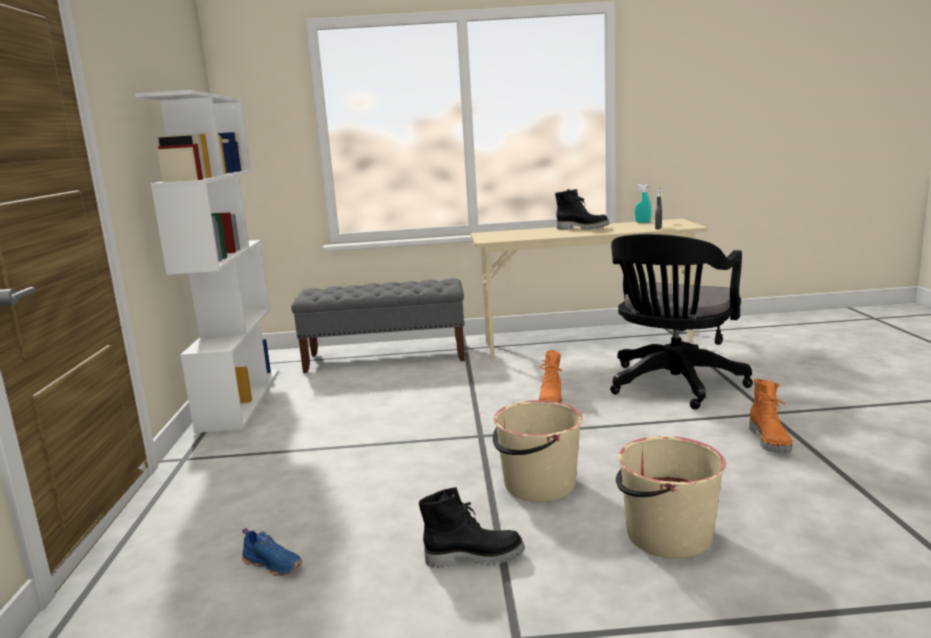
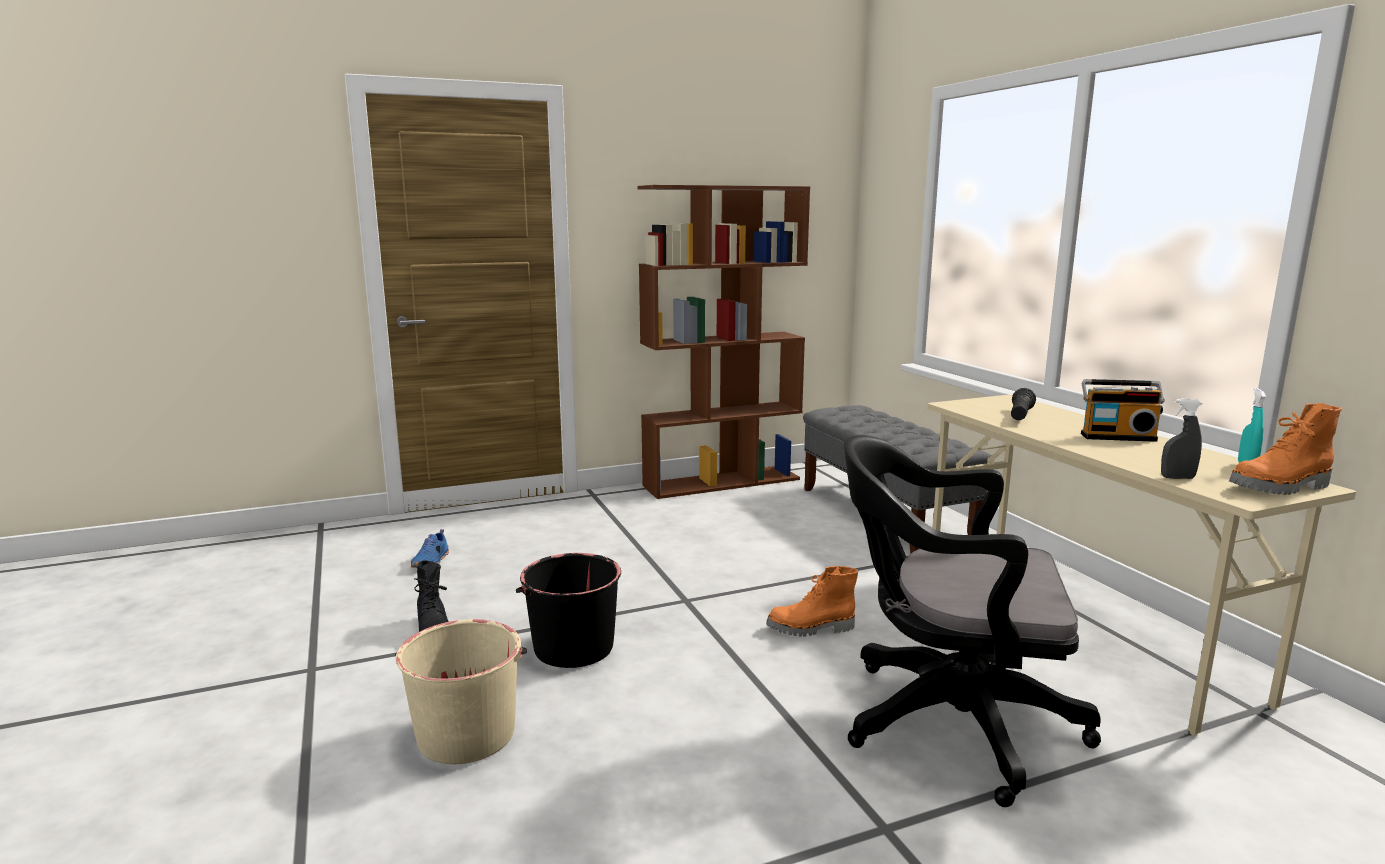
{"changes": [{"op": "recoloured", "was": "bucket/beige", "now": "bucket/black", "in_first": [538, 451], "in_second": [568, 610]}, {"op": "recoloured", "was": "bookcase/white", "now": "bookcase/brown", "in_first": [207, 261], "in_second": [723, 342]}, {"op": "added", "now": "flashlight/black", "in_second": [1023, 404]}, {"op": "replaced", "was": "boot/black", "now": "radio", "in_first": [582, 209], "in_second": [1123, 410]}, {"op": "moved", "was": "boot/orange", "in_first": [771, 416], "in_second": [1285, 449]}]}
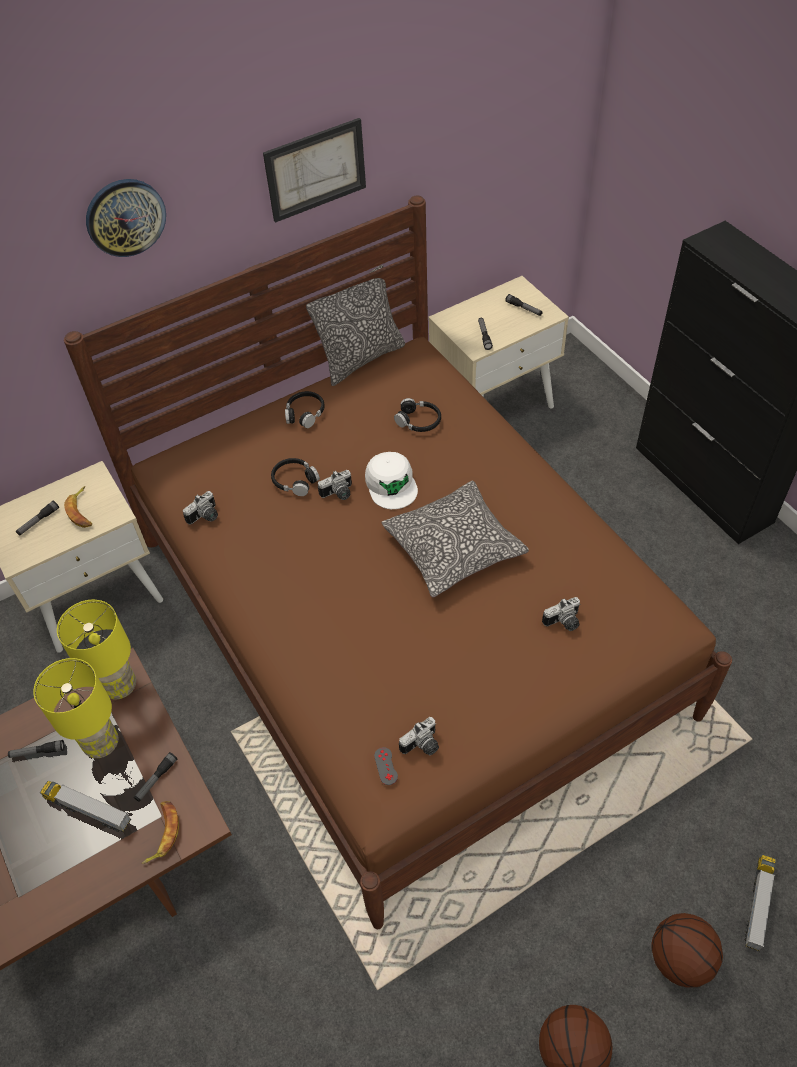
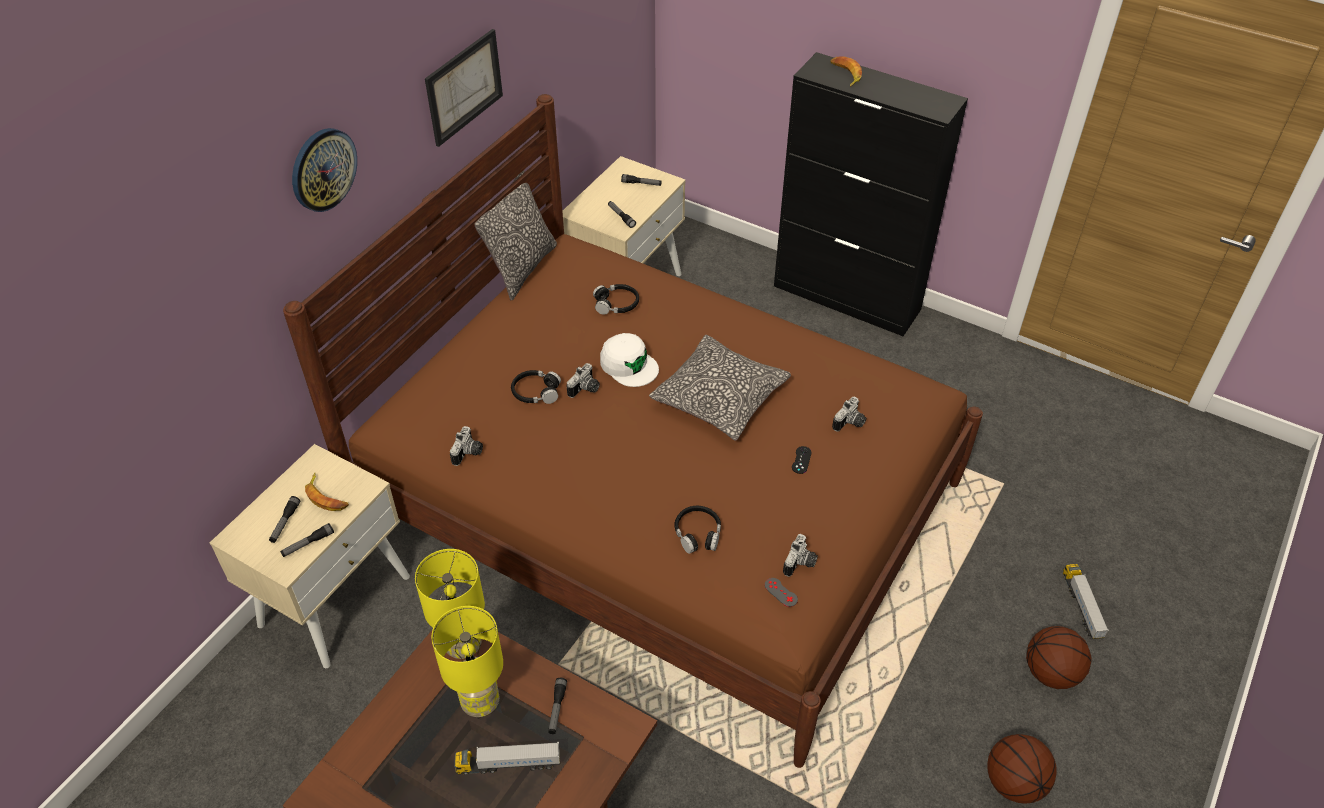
{"changes": [{"op": "moved", "was": "flashlight", "in_first": [36, 749], "in_second": [307, 540]}, {"op": "moved", "was": "headphones/black", "in_first": [305, 409], "in_second": [697, 530]}, {"op": "added", "now": "game controller/black", "in_second": [802, 460]}, {"op": "moved", "was": "banana", "in_first": [160, 832], "in_second": [846, 71]}]}
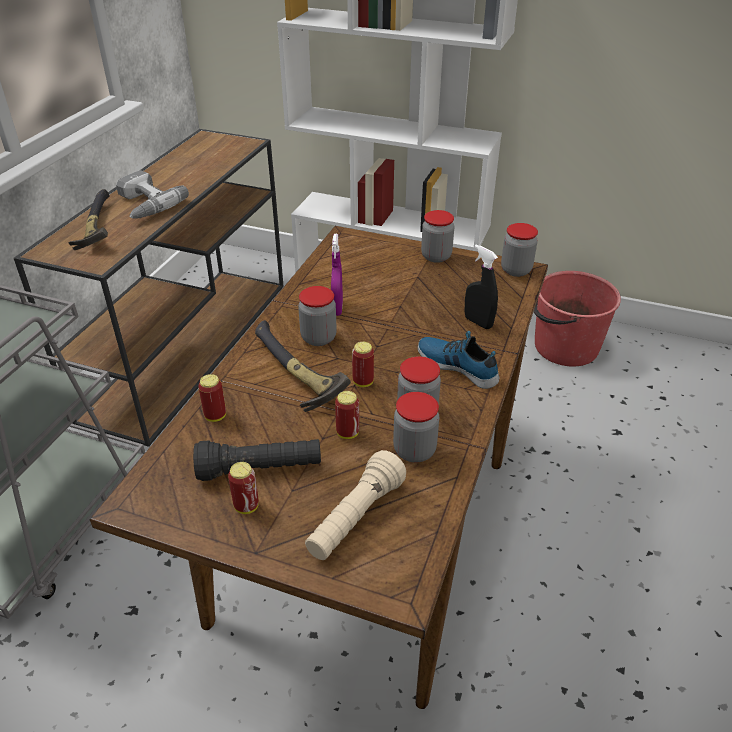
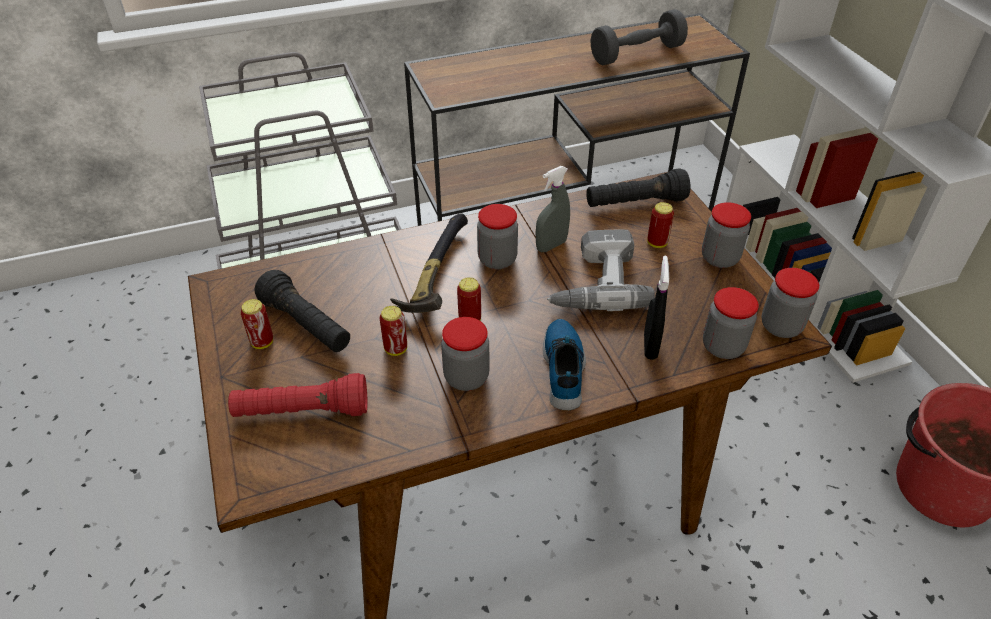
{"changes": [{"op": "recoloured", "was": "flashlight/beige", "now": "flashlight/red", "in_first": [355, 505], "in_second": [297, 395]}, {"op": "recoloured", "was": "spray bottle/purple", "now": "spray bottle/grey", "in_first": [337, 275], "in_second": [553, 209]}, {"op": "moved", "was": "power drill", "in_first": [152, 194], "in_second": [601, 270]}, {"op": "added", "now": "flashlight/black", "in_second": [638, 187]}, {"op": "added", "now": "dumbbell/grey", "in_second": [639, 37]}, {"op": "moved", "was": "can", "in_first": [212, 398], "in_second": [660, 225]}, {"op": "moved", "was": "jar", "in_first": [416, 427], "in_second": [731, 323]}, {"op": "removed", "was": "hammer", "in_first": [89, 219]}]}
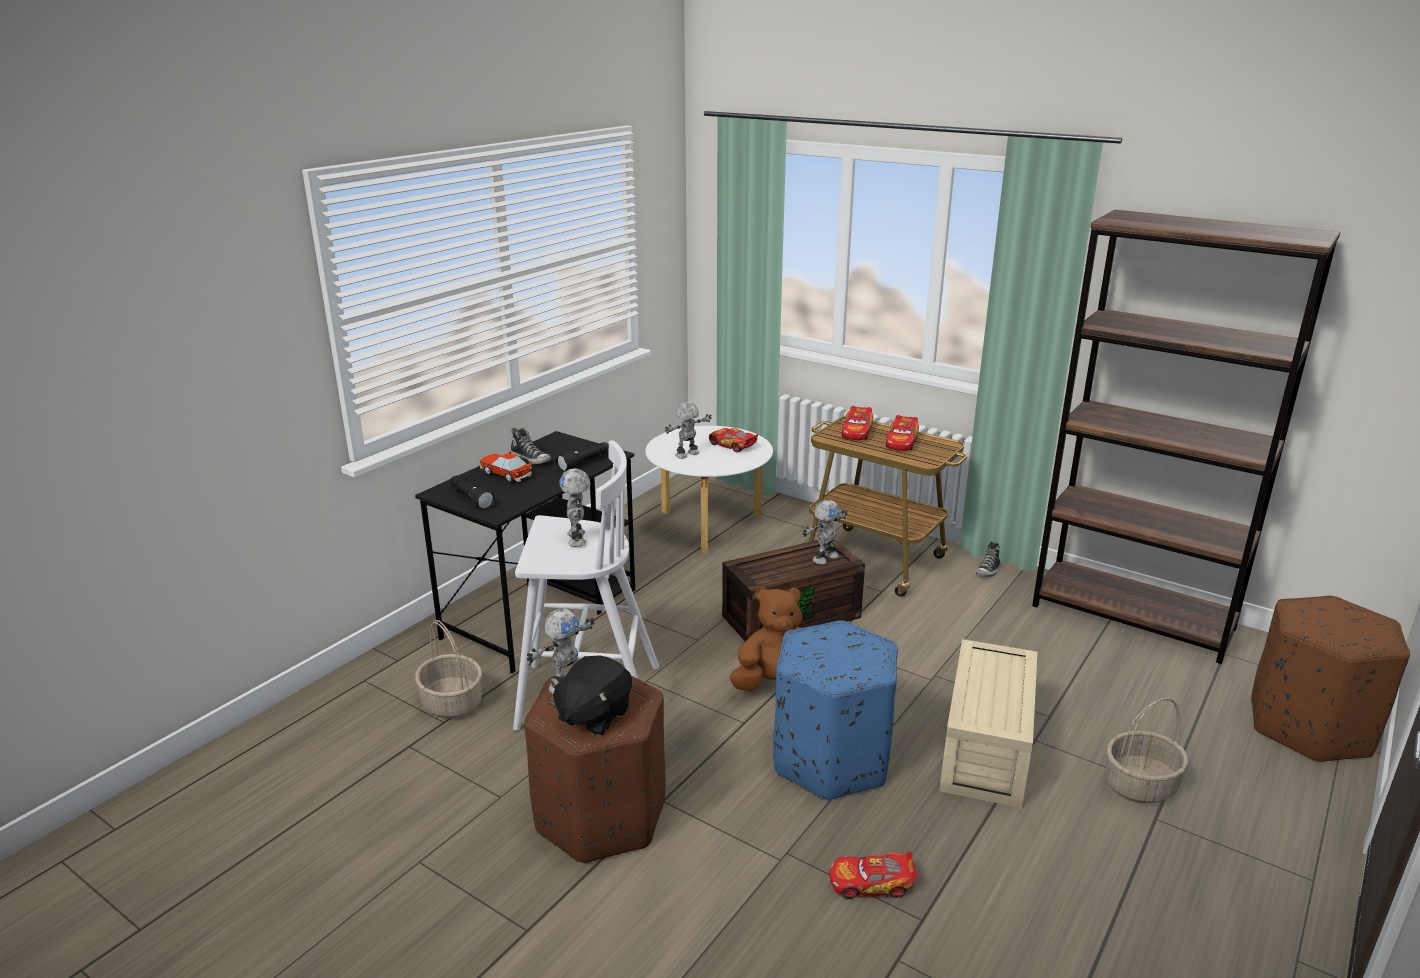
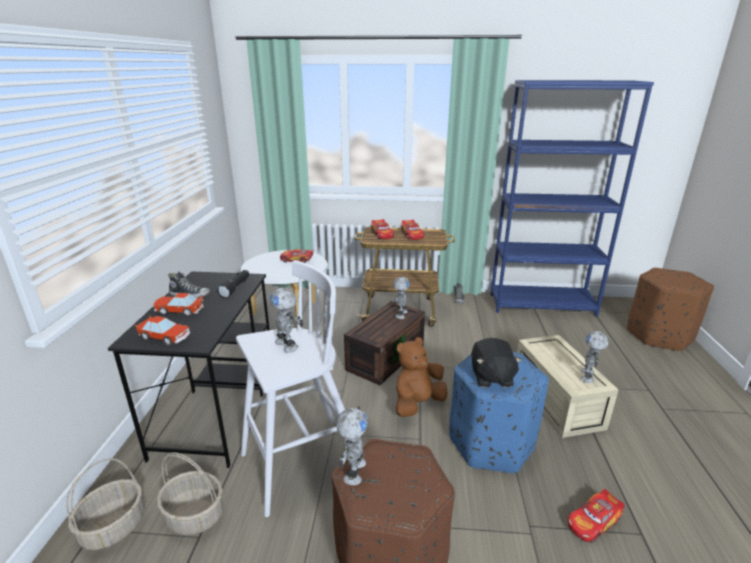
{"changes": [{"op": "moved", "was": "basket", "in_first": [1146, 750], "in_second": [105, 504]}, {"op": "replaced", "was": "flashlight/black", "now": "toy car", "in_first": [472, 493], "in_second": [162, 330]}, {"op": "moved", "was": "plush toy/black", "in_first": [591, 696], "in_second": [496, 362]}, {"op": "recoloured", "was": "bookcase/brown", "now": "bookcase/blue", "in_first": [1186, 437], "in_second": [572, 198]}, {"op": "moved", "was": "toy robot", "in_first": [688, 430], "in_second": [595, 357]}]}
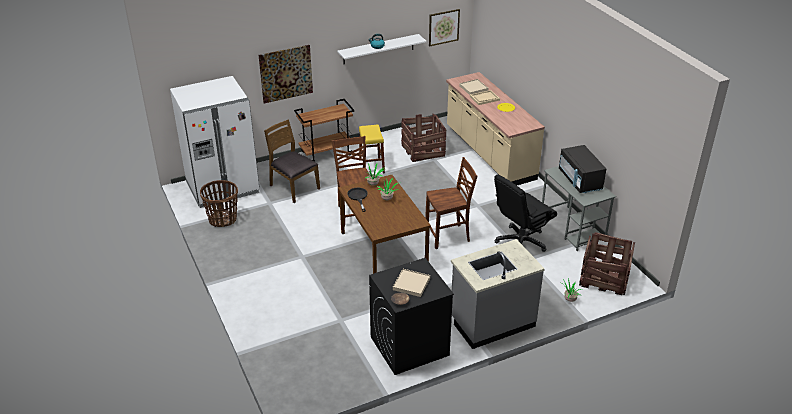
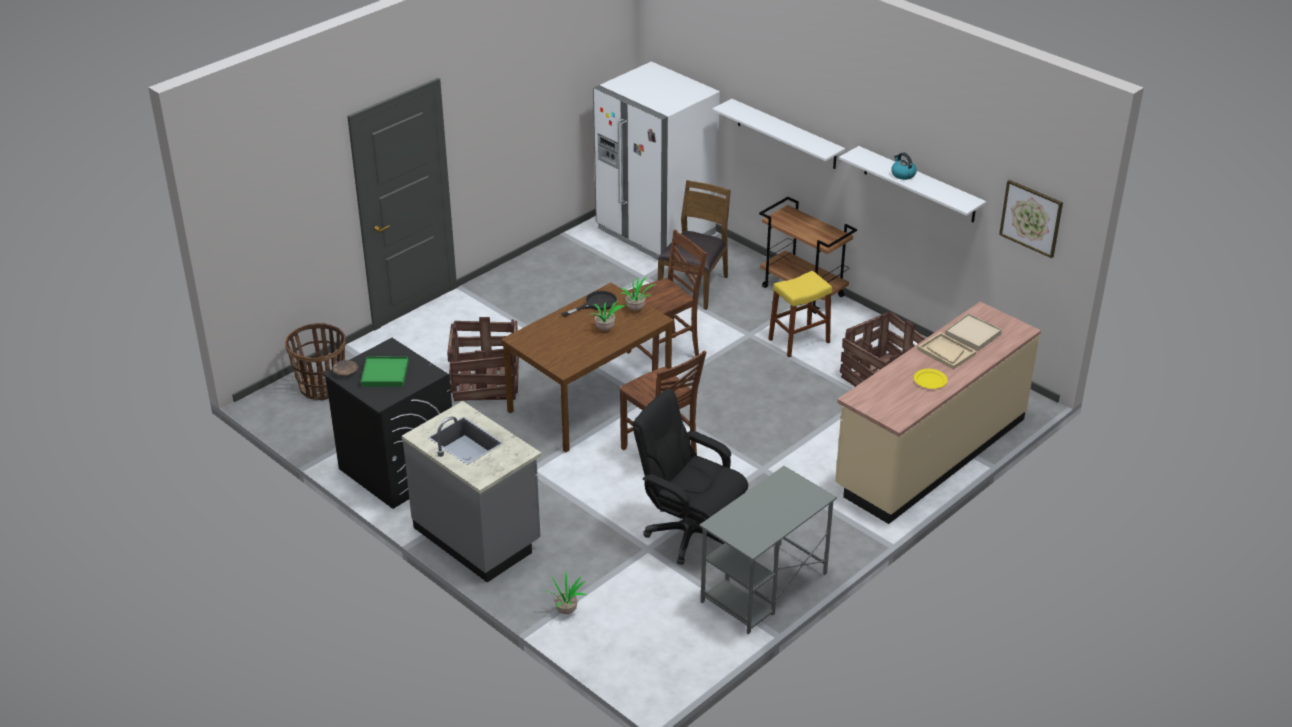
{"changes": [{"op": "moved", "was": "basket", "in_first": [219, 203], "in_second": [315, 362]}, {"op": "recoloured", "was": "tray/beige", "now": "tray/green", "in_first": [411, 283], "in_second": [385, 372]}, {"op": "moved", "was": "crate", "in_first": [607, 263], "in_second": [483, 359]}, {"op": "replaced", "was": "picture", "now": "shelf/white", "in_first": [285, 74], "in_second": [778, 134]}, {"op": "removed", "was": "microwave/black", "in_first": [582, 169]}]}
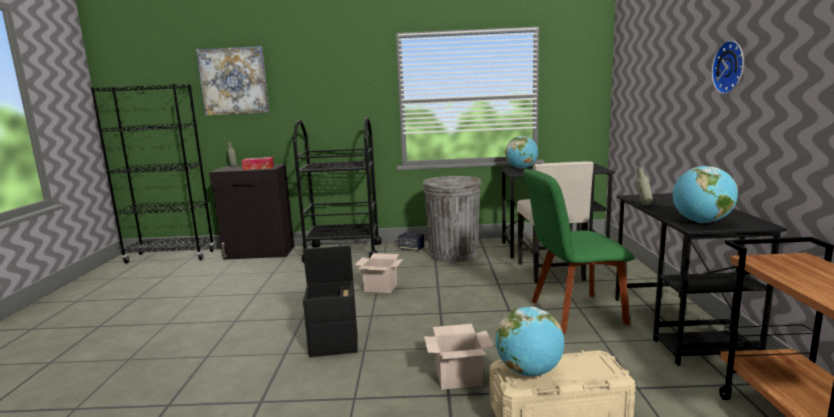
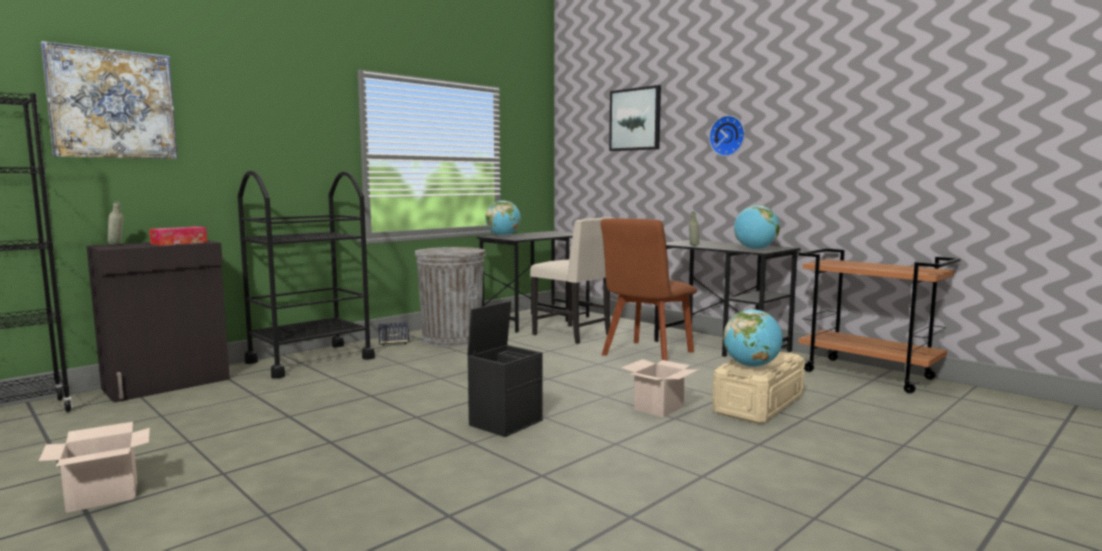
{"changes": [{"op": "moved", "was": "cardboard box", "in_first": [379, 273], "in_second": [94, 467]}, {"op": "recoloured", "was": "chair/green", "now": "chair/brown", "in_first": [579, 251], "in_second": [649, 289]}, {"op": "added", "now": "picture", "in_second": [635, 118]}]}
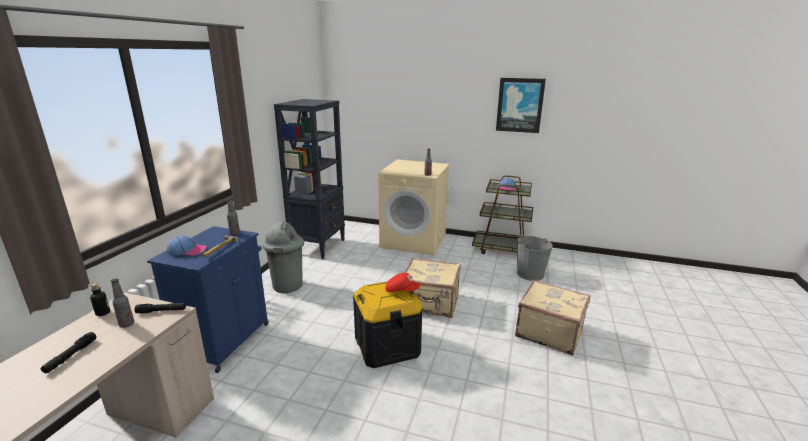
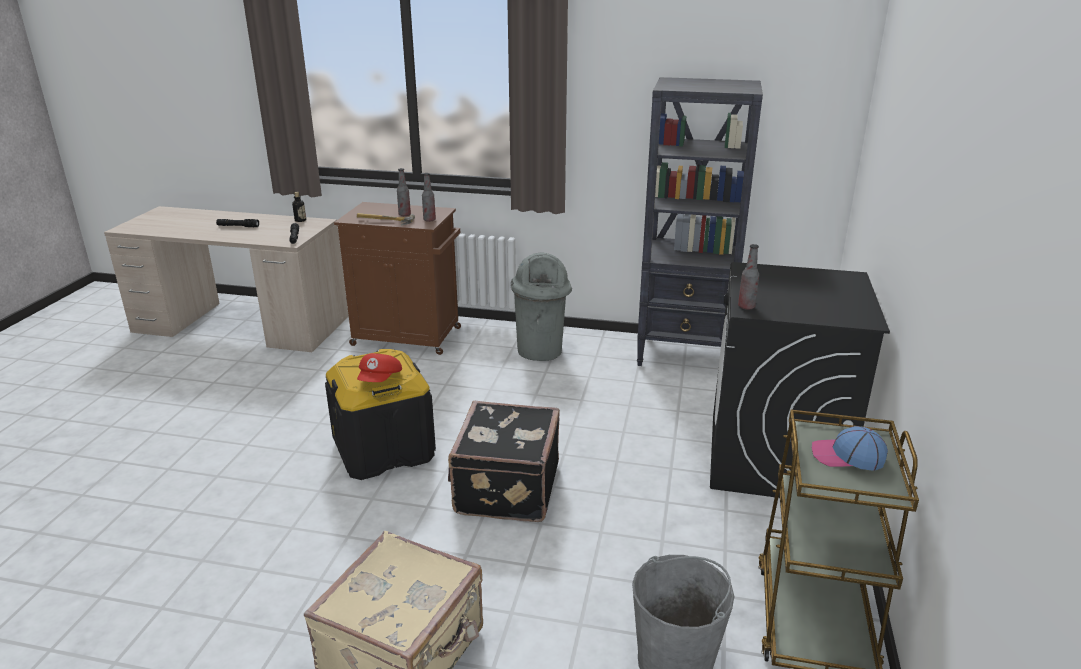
{"changes": [{"op": "recoloured", "was": "cabinet/blue", "now": "cabinet/brown", "in_first": [208, 299], "in_second": [397, 278]}, {"op": "moved", "was": "bottle", "in_first": [122, 303], "in_second": [404, 192]}, {"op": "recoloured", "was": "suitcase/beige", "now": "suitcase/black", "in_first": [433, 288], "in_second": [504, 461]}, {"op": "recoloured", "was": "washing machine/beige", "now": "washing machine/black", "in_first": [413, 208], "in_second": [800, 380]}, {"op": "removed", "was": "cap", "in_first": [187, 246]}, {"op": "removed", "was": "picture", "in_first": [521, 105]}]}
